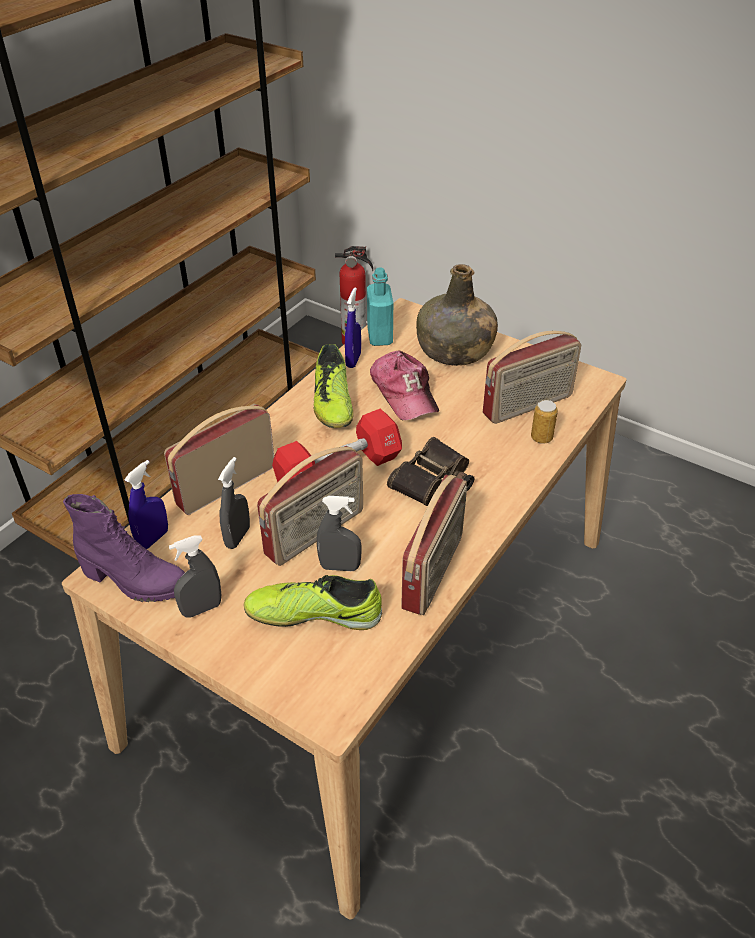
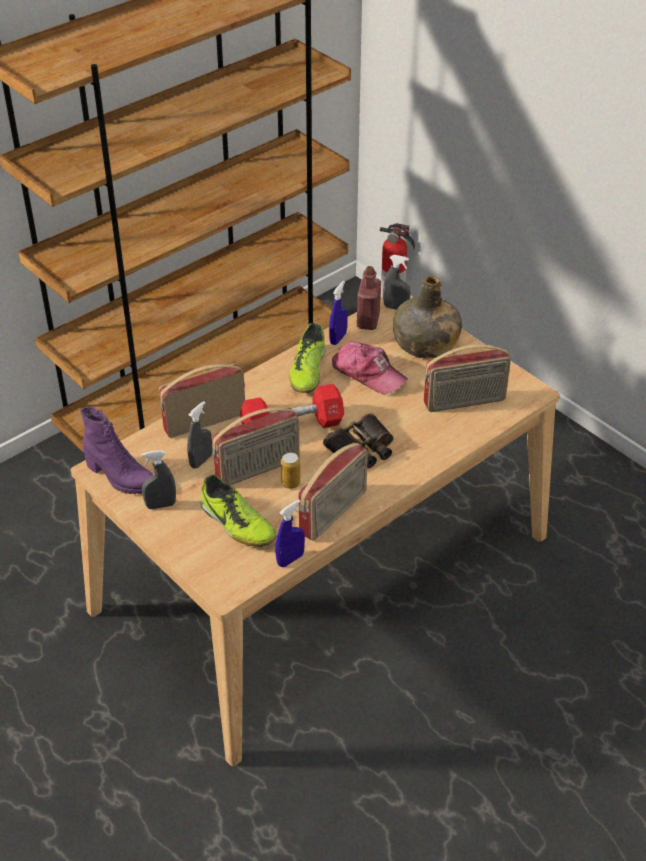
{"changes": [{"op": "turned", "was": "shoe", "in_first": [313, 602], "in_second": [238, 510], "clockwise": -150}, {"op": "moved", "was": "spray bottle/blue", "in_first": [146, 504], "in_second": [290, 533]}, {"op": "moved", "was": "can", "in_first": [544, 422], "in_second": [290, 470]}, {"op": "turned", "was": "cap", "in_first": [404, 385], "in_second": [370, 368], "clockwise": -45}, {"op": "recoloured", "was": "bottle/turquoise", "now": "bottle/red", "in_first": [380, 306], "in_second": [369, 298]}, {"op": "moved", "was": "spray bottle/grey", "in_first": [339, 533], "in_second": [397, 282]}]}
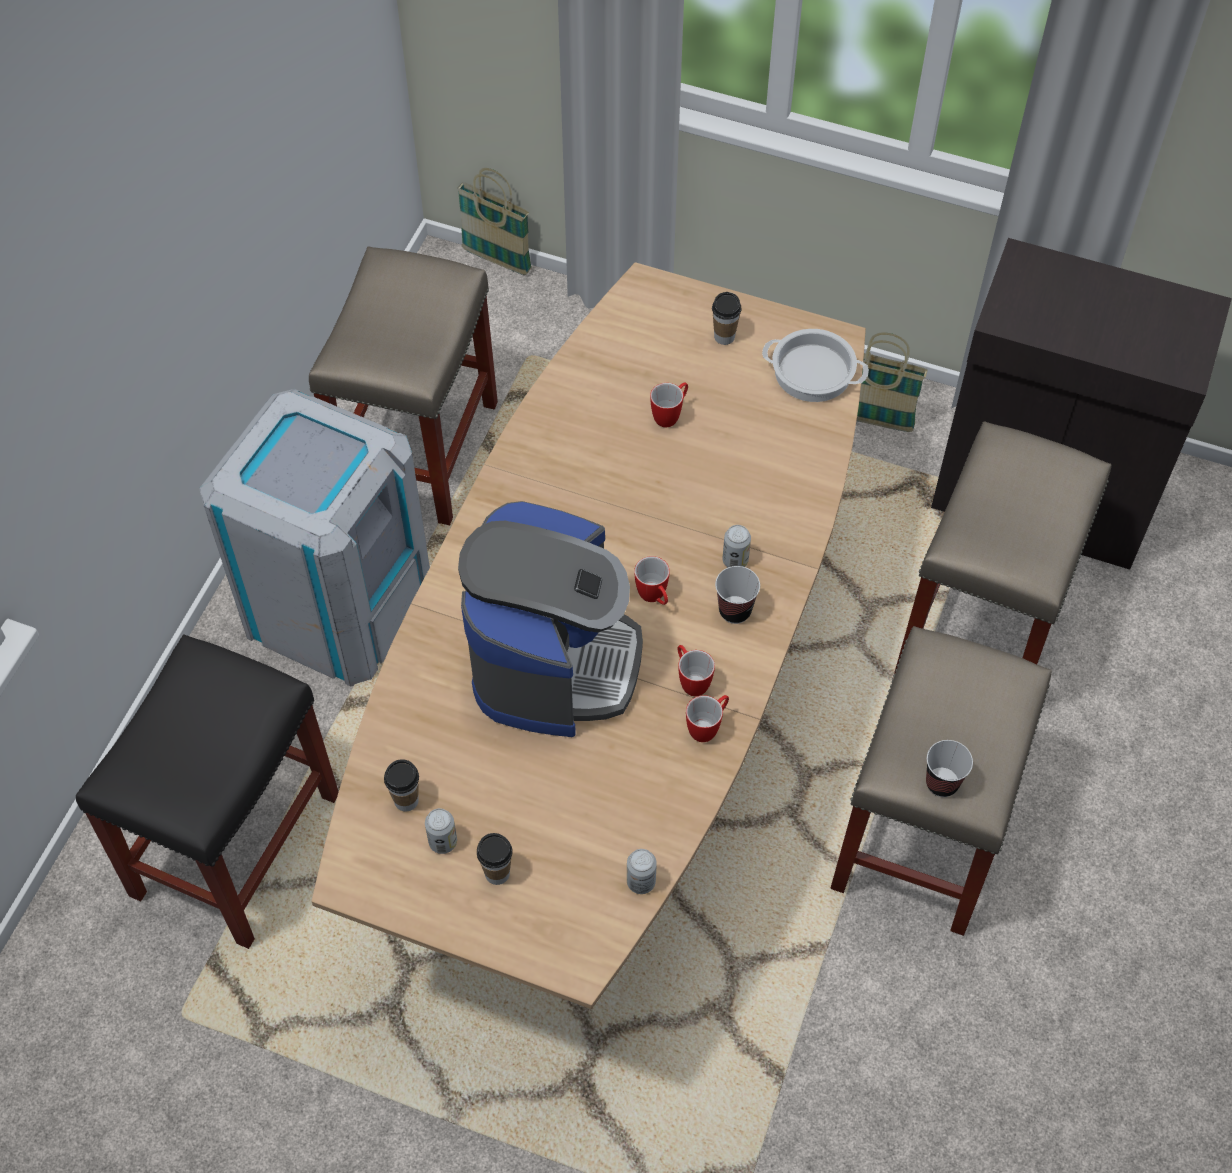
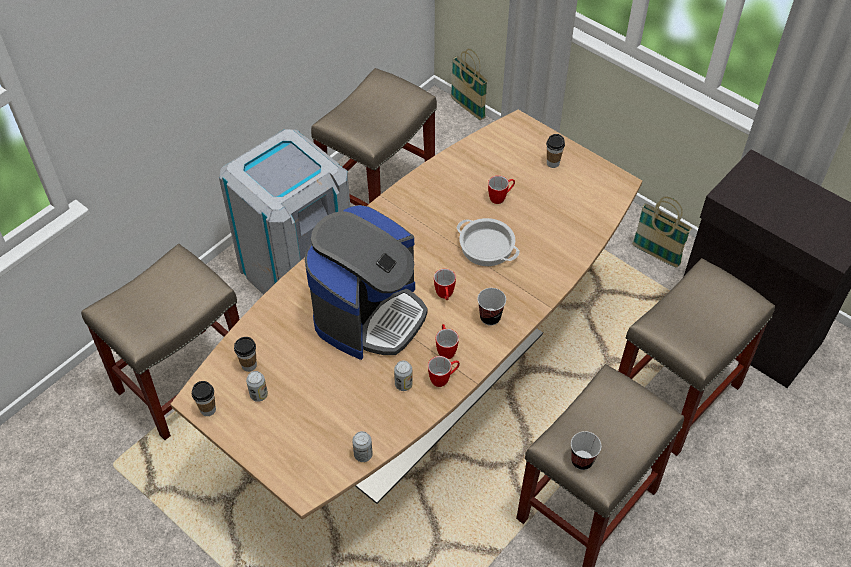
{"changes": [{"op": "recoloured", "was": "stool/black", "now": "stool/beige", "in_first": [207, 791], "in_second": [160, 342]}, {"op": "moved", "was": "cup", "in_first": [495, 859], "in_second": [204, 398]}, {"op": "moved", "was": "can", "in_first": [737, 546], "in_second": [403, 376]}, {"op": "moved", "was": "cooking pot", "in_first": [815, 365], "in_second": [488, 242]}]}
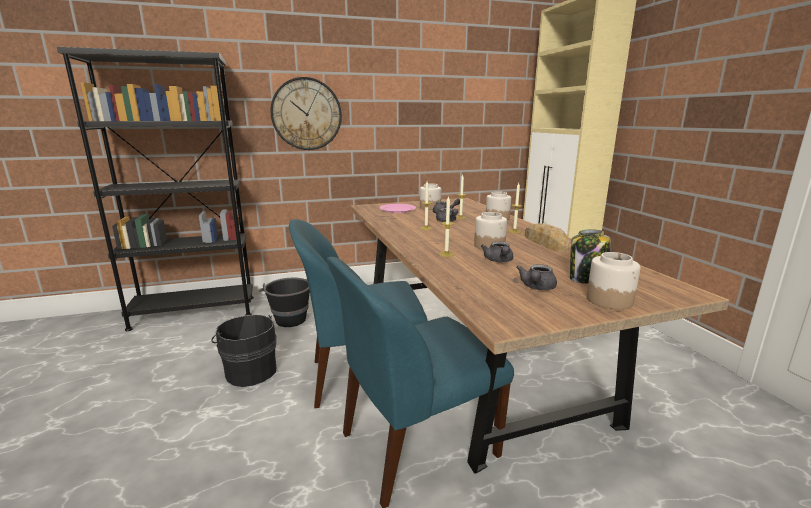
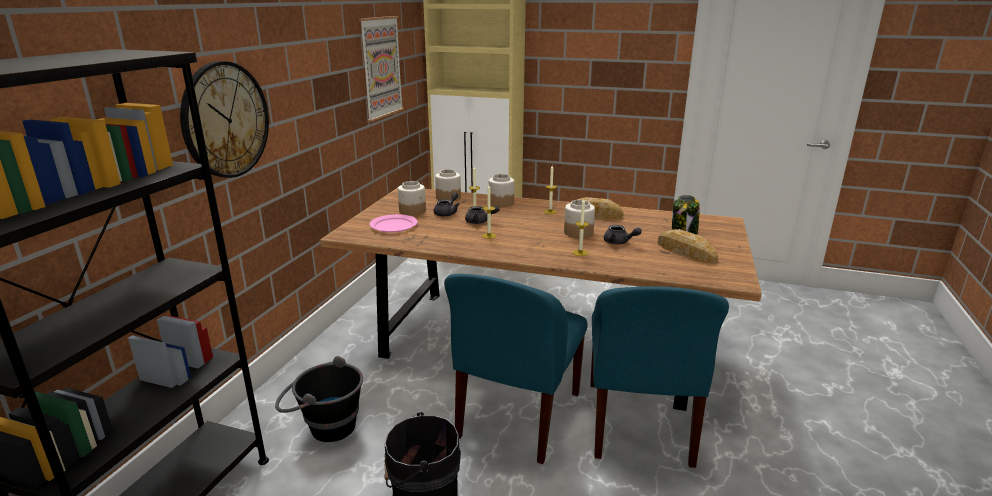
{"changes": [{"op": "added", "now": "picture", "in_second": [381, 69]}, {"op": "moved", "was": "jar", "in_first": [613, 281], "in_second": [448, 185]}, {"op": "replaced", "was": "teapot/grey", "now": "bread", "in_first": [536, 277], "in_second": [687, 246]}]}
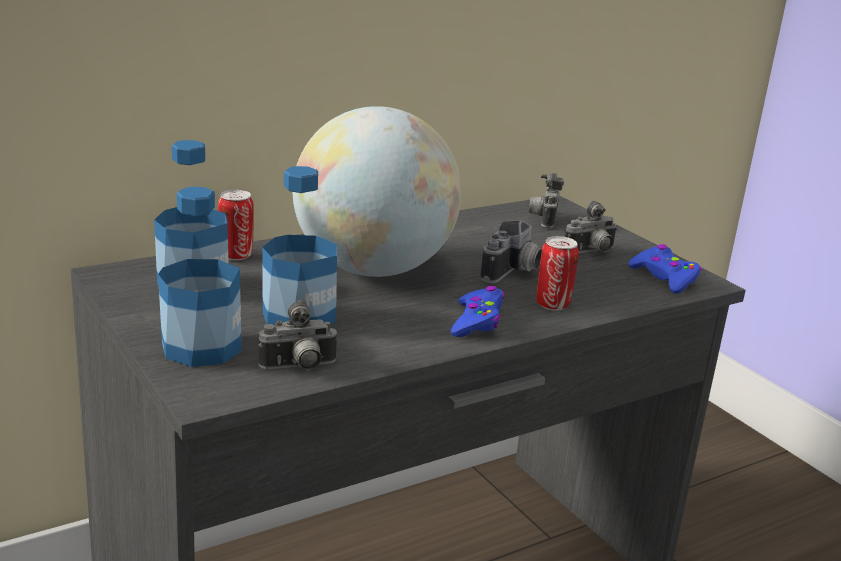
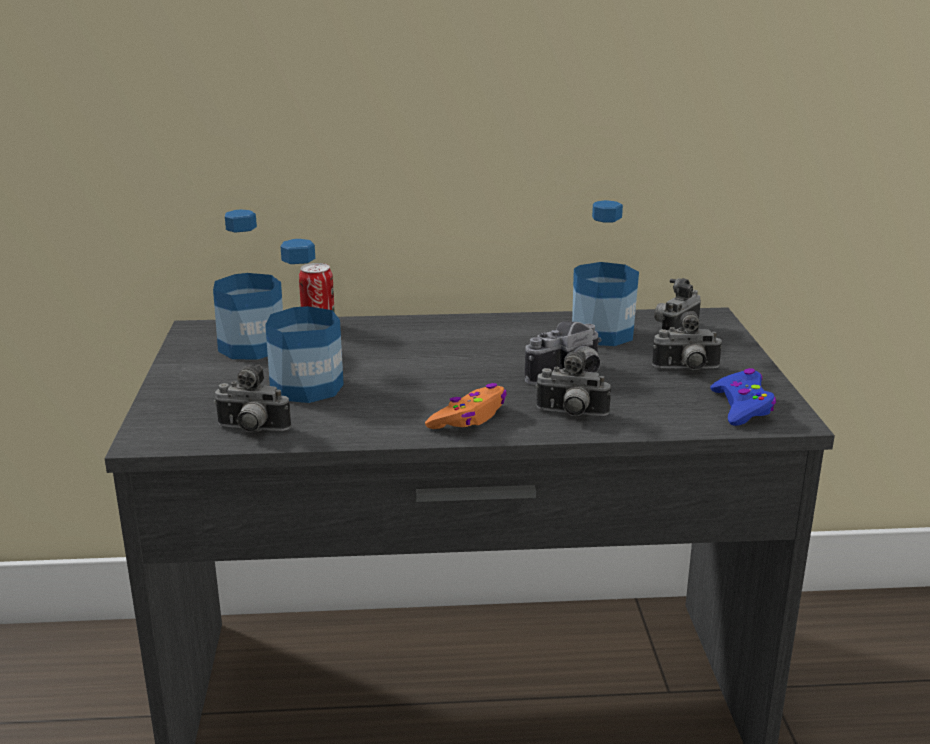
{"changes": [{"op": "recoloured", "was": "game controller/blue", "now": "game controller/orange", "in_first": [477, 311], "in_second": [466, 406]}, {"op": "replaced", "was": "can", "now": "photo camera", "in_first": [557, 273], "in_second": [573, 384]}, {"op": "moved", "was": "bottle", "in_first": [200, 277], "in_second": [605, 273]}, {"op": "removed", "was": "globe", "in_first": [377, 191]}]}
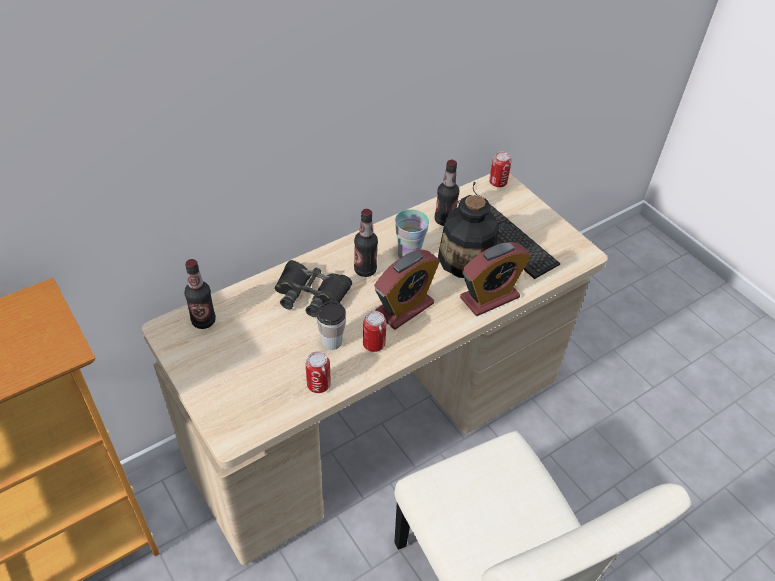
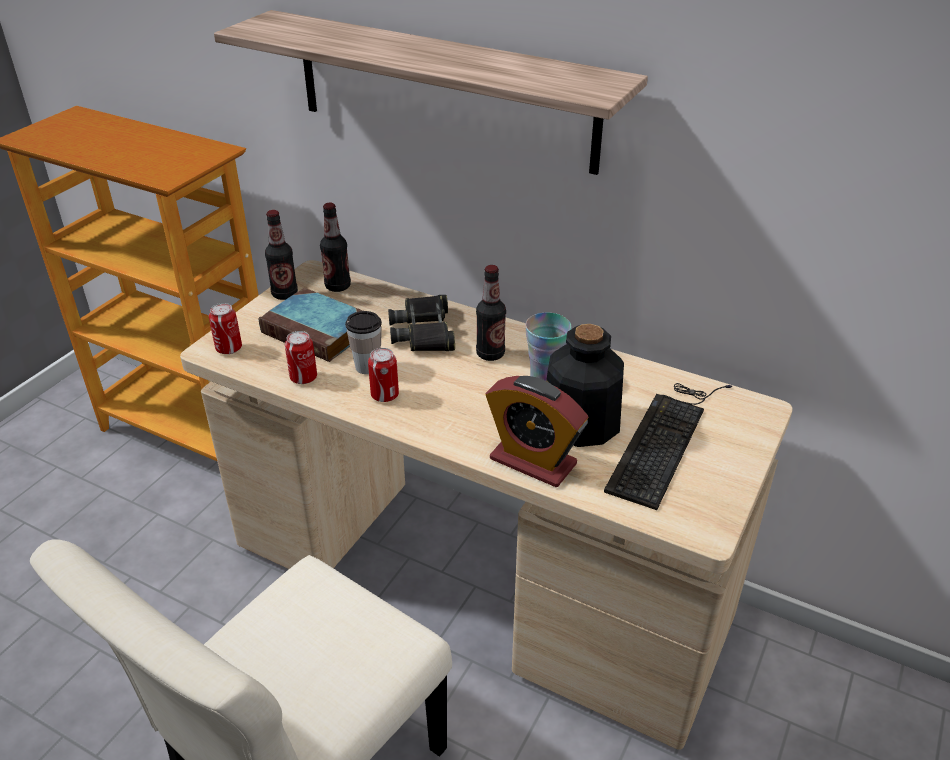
{"changes": [{"op": "moved", "was": "can", "in_first": [500, 169], "in_second": [225, 328]}, {"op": "added", "now": "shelf", "in_second": [431, 92]}, {"op": "added", "now": "book", "in_second": [311, 325]}, {"op": "moved", "was": "bottle", "in_first": [447, 193], "in_second": [281, 255]}, {"op": "removed", "was": "alarm clock", "in_first": [407, 290]}]}
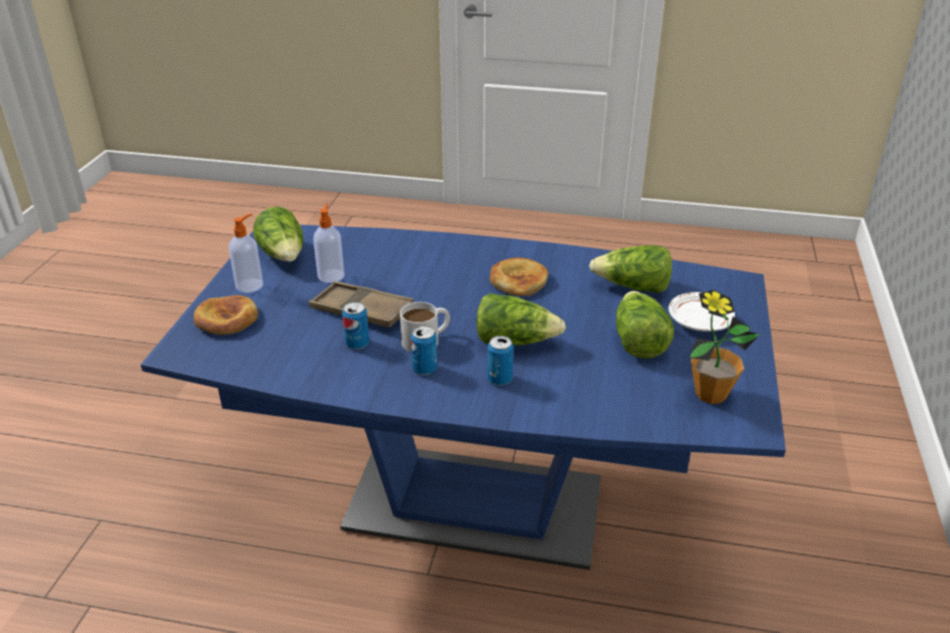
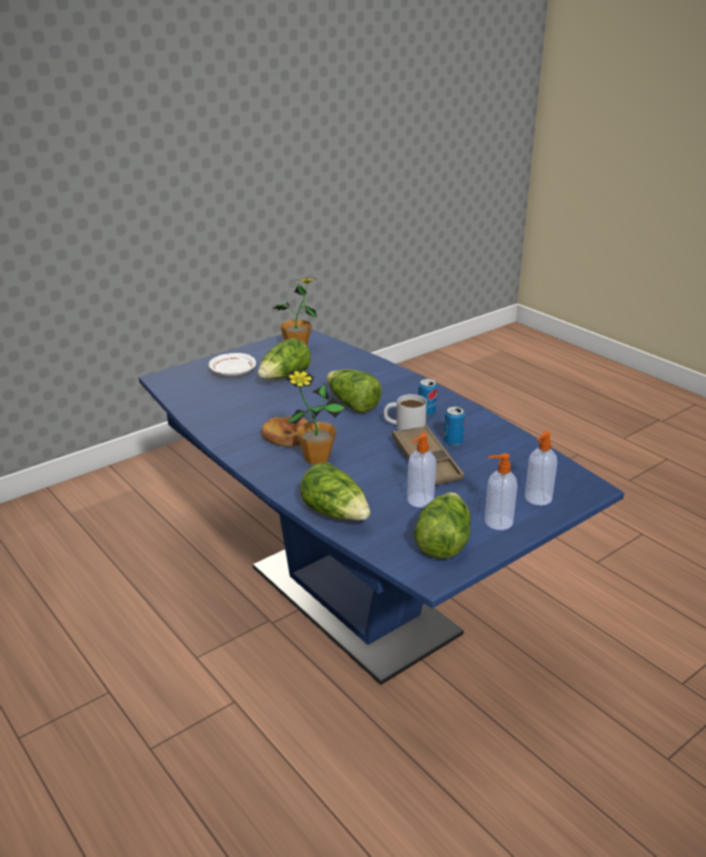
{"changes": [{"op": "added", "now": "potted plant", "in_second": [315, 417]}, {"op": "moved", "was": "lettuce", "in_first": [630, 269], "in_second": [335, 491]}, {"op": "replaced", "was": "bread", "now": "soap dispenser", "in_first": [226, 315], "in_second": [541, 468]}, {"op": "removed", "was": "can", "in_first": [500, 361]}]}
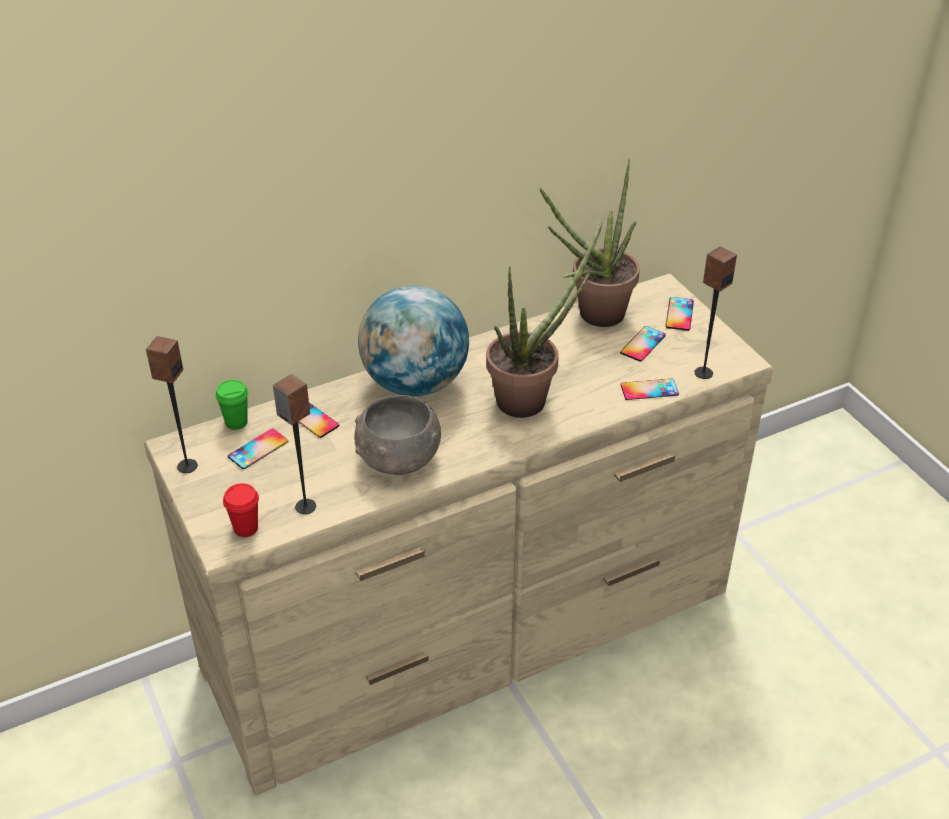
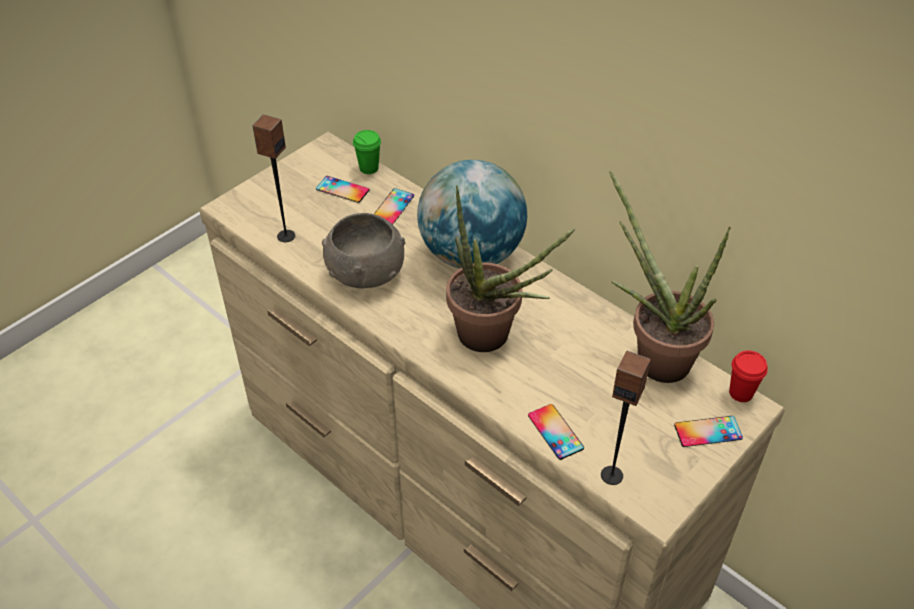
{"changes": [{"op": "moved", "was": "cup/red", "in_first": [241, 510], "in_second": [748, 376]}, {"op": "removed", "was": "speaker", "in_first": [172, 404]}, {"op": "removed", "was": "phone", "in_first": [643, 344]}]}
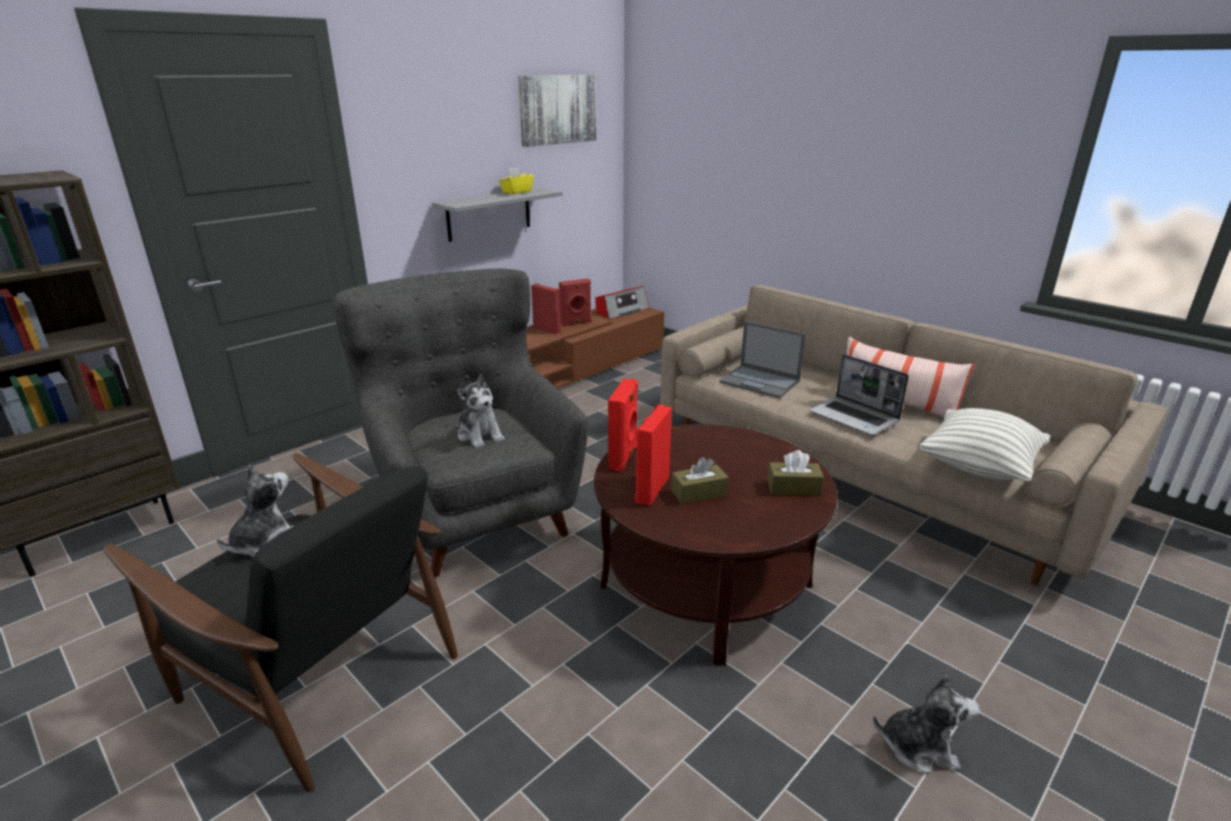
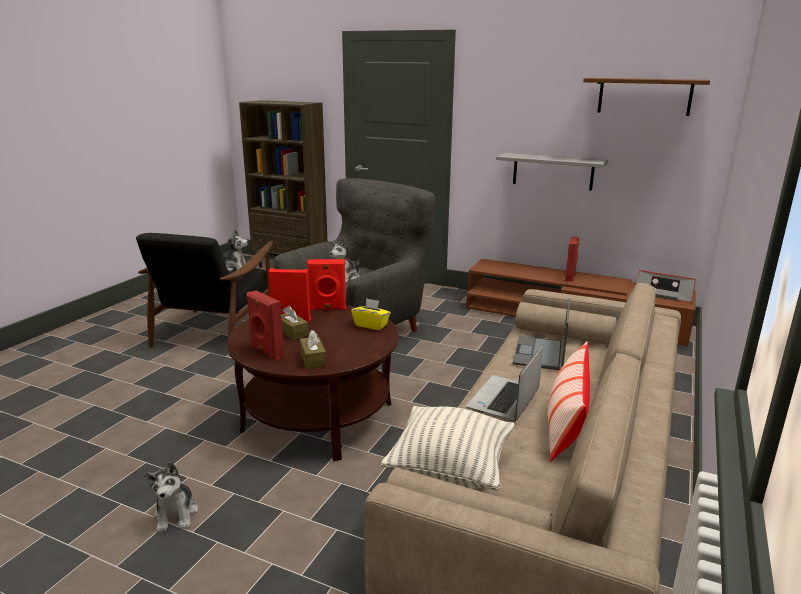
{"changes": [{"op": "moved", "was": "speaker/red", "in_first": [575, 302], "in_second": [265, 325]}, {"op": "moved", "was": "tissue box/yellow", "in_first": [516, 180], "in_second": [370, 314]}, {"op": "replaced", "was": "picture", "now": "shelf/brown", "in_first": [557, 111], "in_second": [646, 97]}]}
